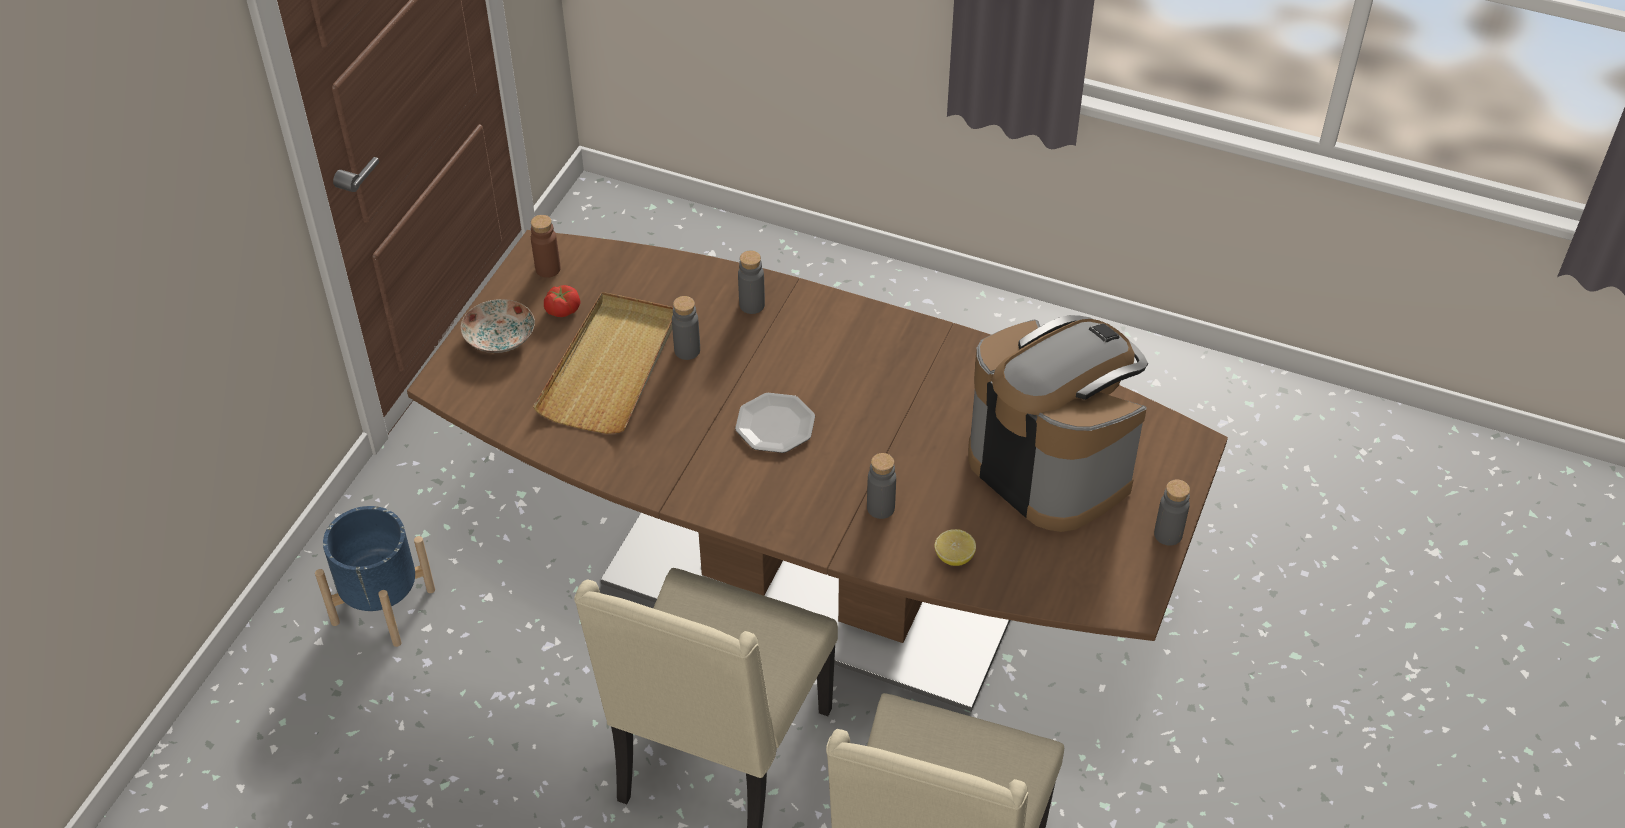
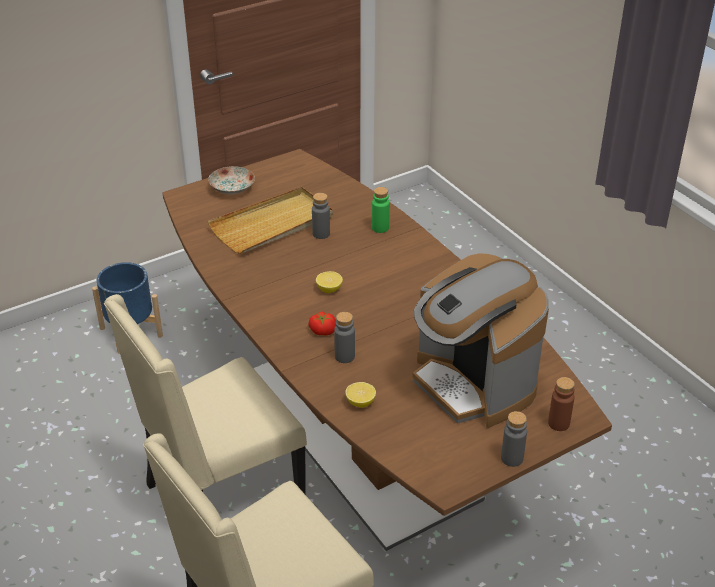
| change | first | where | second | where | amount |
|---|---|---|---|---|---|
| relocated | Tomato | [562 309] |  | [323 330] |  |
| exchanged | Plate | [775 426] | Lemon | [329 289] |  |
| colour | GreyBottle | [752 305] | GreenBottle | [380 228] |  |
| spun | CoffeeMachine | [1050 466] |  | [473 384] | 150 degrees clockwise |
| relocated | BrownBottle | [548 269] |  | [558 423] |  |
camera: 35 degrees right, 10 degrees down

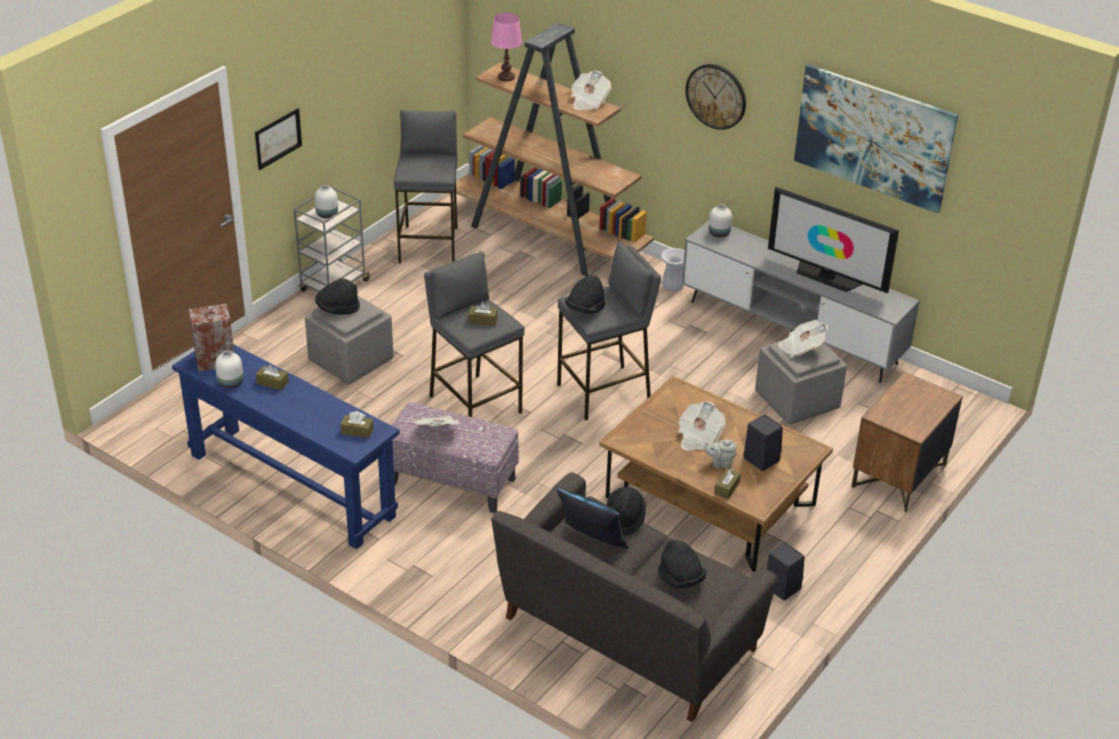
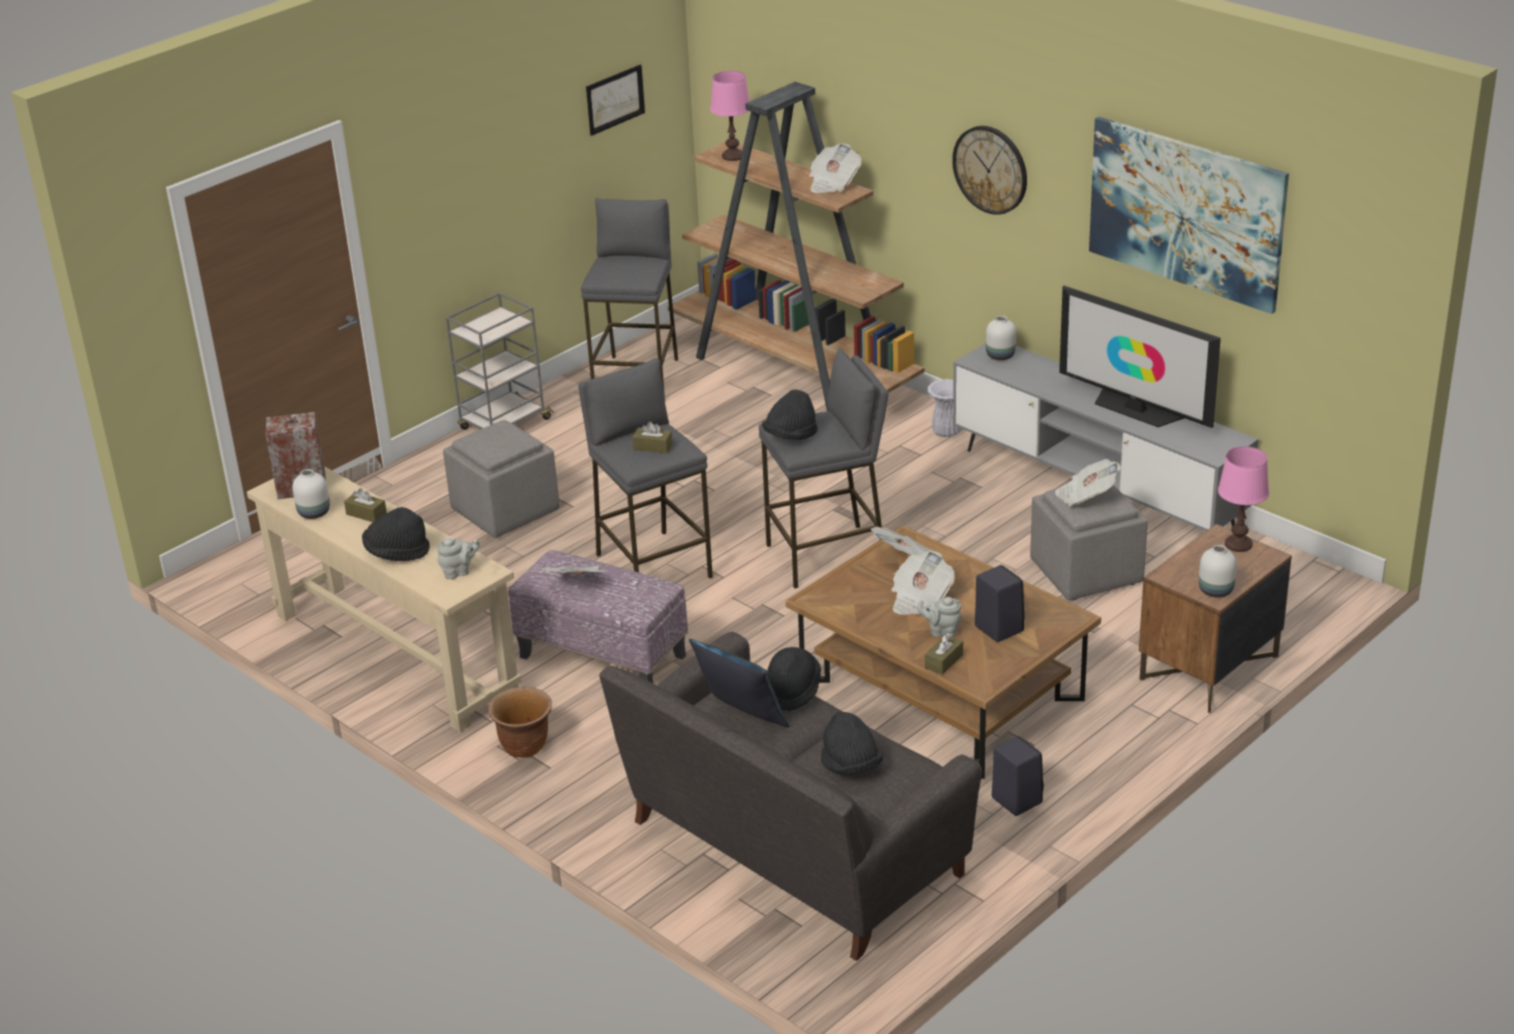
| change | first | where | second | where | amount |
|---|---|---|---|---|---|
| colour | BlueConsoleTable | [292 485] | BeigeConsoleTable | [395 654] |  |
| relocated | BlackHat | [337 309] |  | [397 553] |  |
| exchanged | BrownTissueBox | [357 431] | GreyTeapot | [459 572] |  |
| appeared |  |  | BrownPlanter | [524 746] |  |
| relocated | Picture | [278 138] |  | [615 99] |  |
| appeared |  |  | Newspaper | [903 557] |  |
| relocated | WhiteVase | [327 214] |  | [1217 590] |  |
| appeared |  |  | PinkTableLamp | [1238 544] |  |
camera: 10 degrees right, 5 degrees down

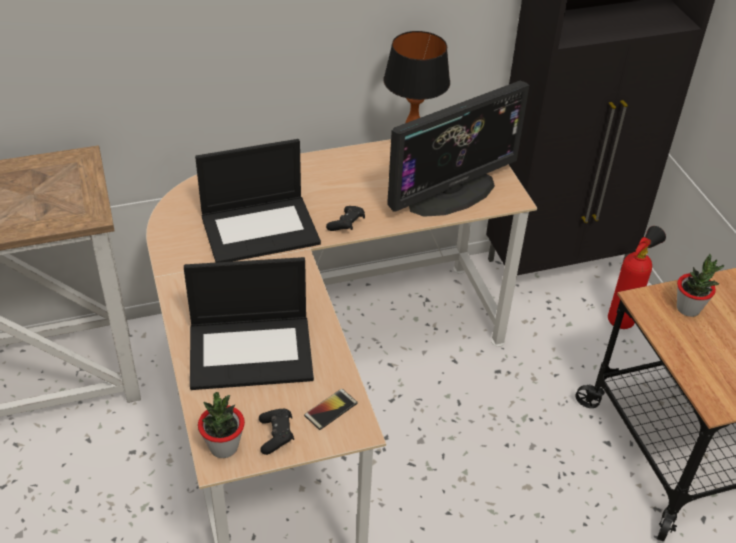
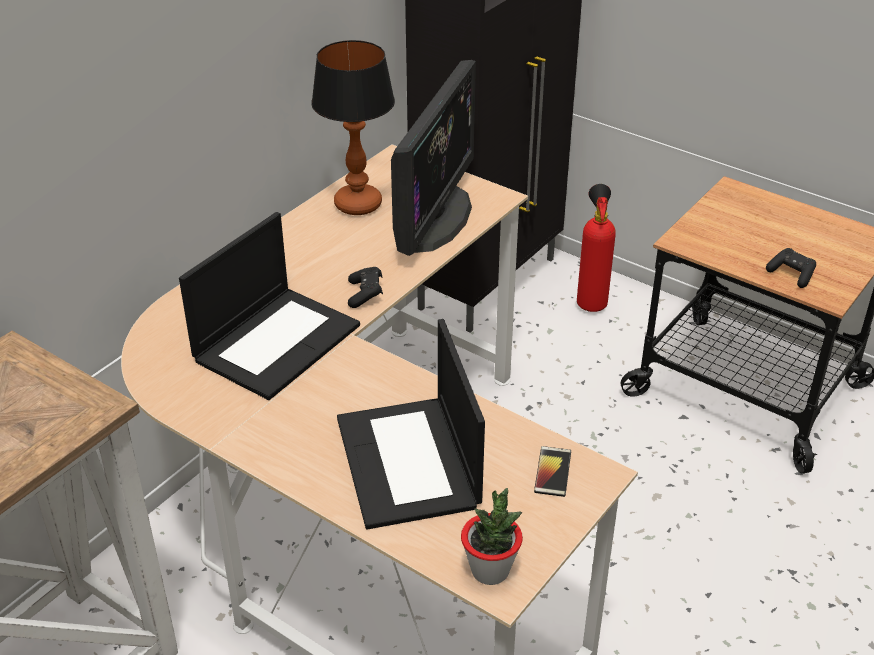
| change | first | where | second | where | amount |
|---|---|---|---|---|---|
| spun | Laptop | [252 351] |  | [409 463] | 120 degrees clockwise |
| relocated | BlackGameController | [276 436] |  | [791 274] |  |
| missing | PottedPlant | [688 308] |  |  |  |
camera: 35 degrees left, 5 degrees down

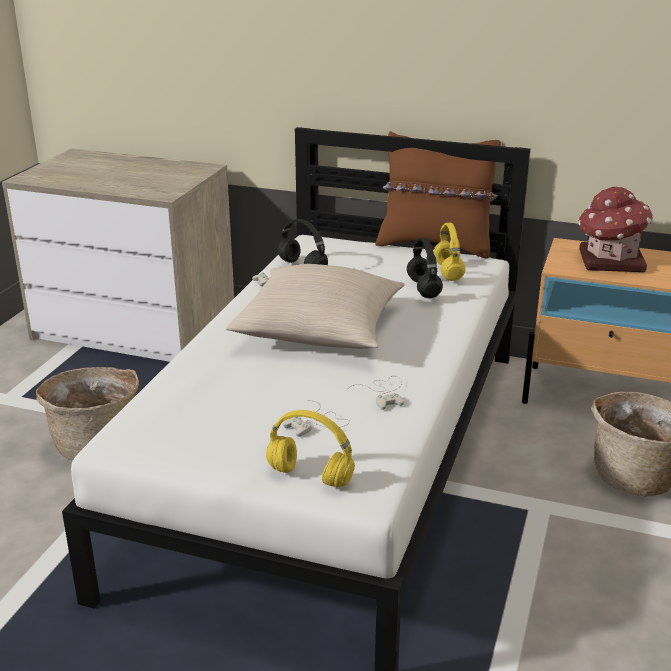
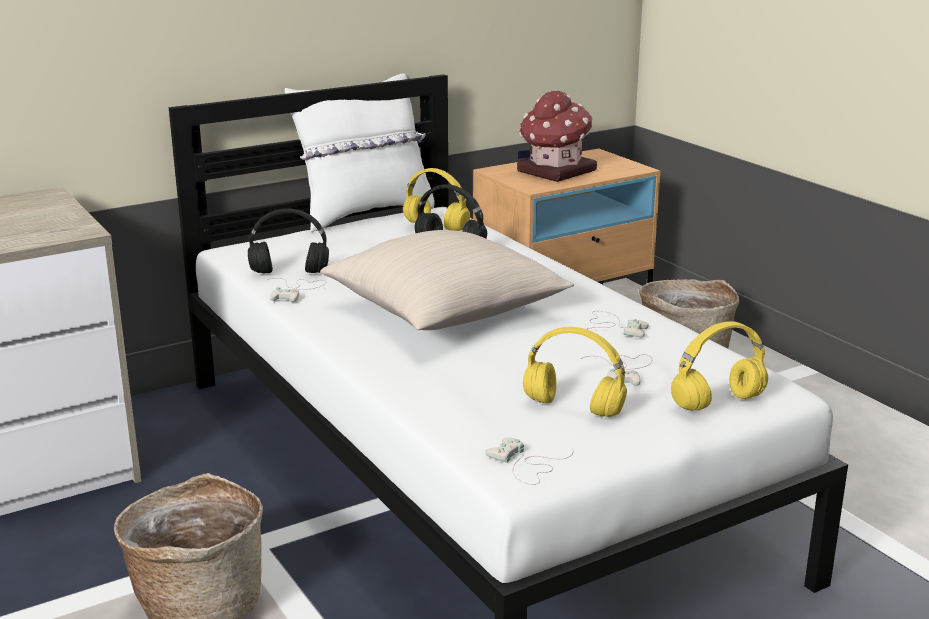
| change | first | where | second | where | amount |
|---|---|---|---|---|---|
| colour | BrownPillow | [435 245] | WhitePillow | [364 214] |  |
| appeared |  |  | WhiteGameController | [526 465] |  |
| appeared |  |  | YellowHeadphones | [571 408] |  |
camera: 50 degrees left, 5 degrees down

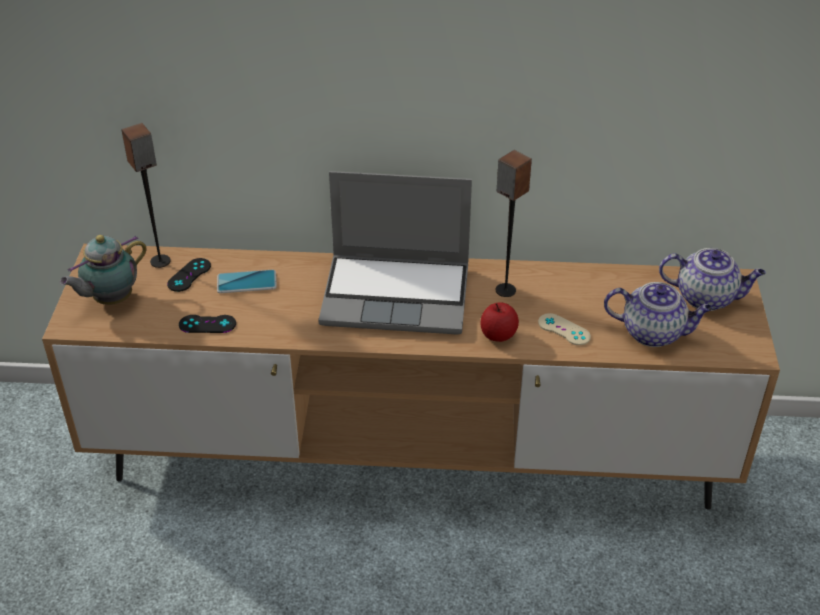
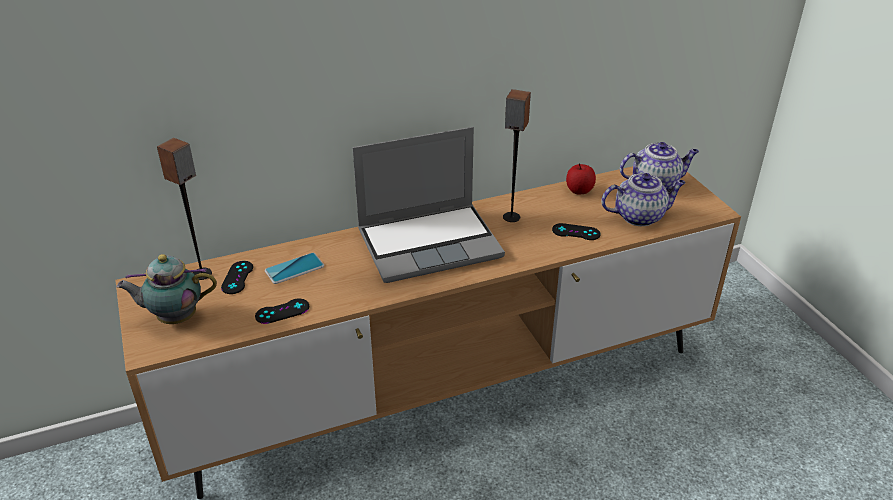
| change | first | where | second | where | amount |
|---|---|---|---|---|---|
| spun | Teapot | [110 300] |  | [175 318] | 60 degrees clockwise |
| colour | BeigeGameController | [564 329] | BlackGameController | [576 232] |  |
| relocated | Apple | [498 335] |  | [579 190] |  |
camera: 25 degrees left, 5 degrees down

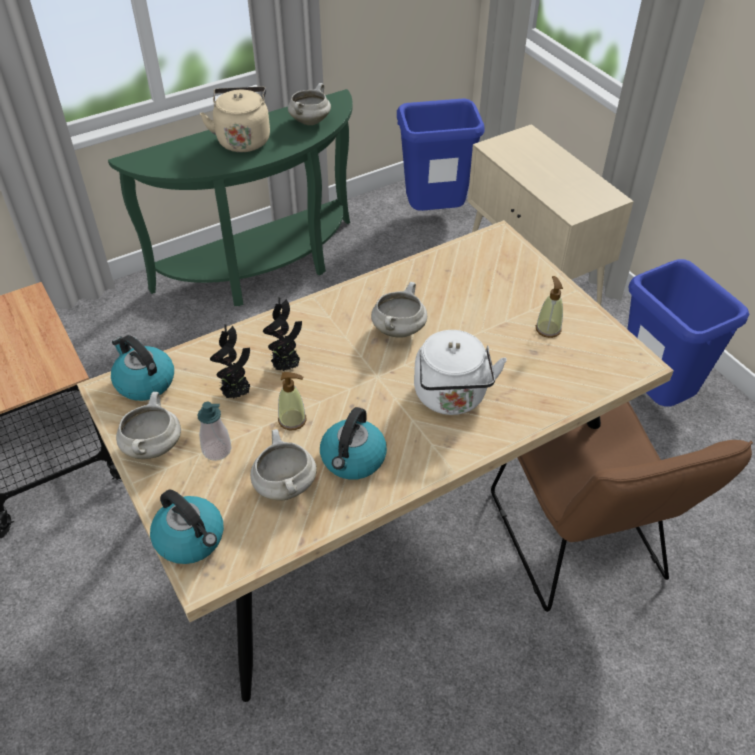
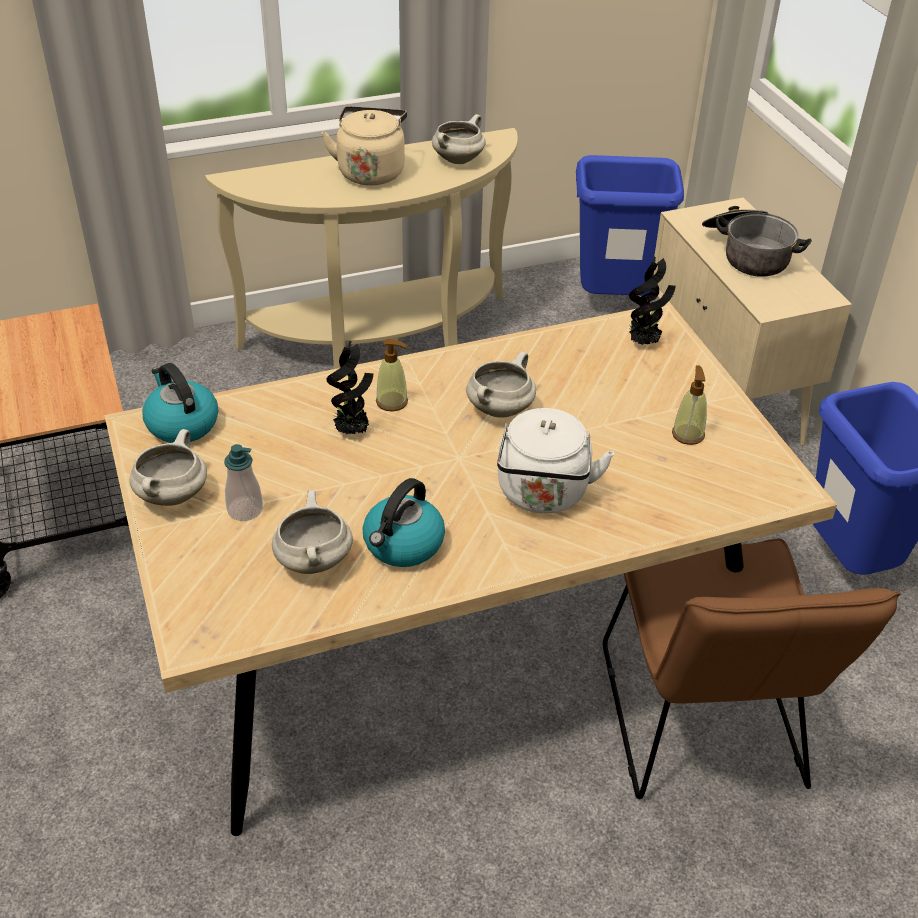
| change | first | where | second | where | amount |
|---|---|---|---|---|---|
| colour | GreenConsoleTable | [264 270] | BeigeConsoleTable | [382 340] |  |
| relocated | SoapDispenser | [292 420] |  | [392 402] |  |
| relocated | PottedPlant | [237 394] |  | [644 343] |  |
| appeared |  |  | CookingPot | [747 253] |  |
| missing | Kettle | [191 539] |  |  |  |
camera: 10 degrees right, 5 degrees down

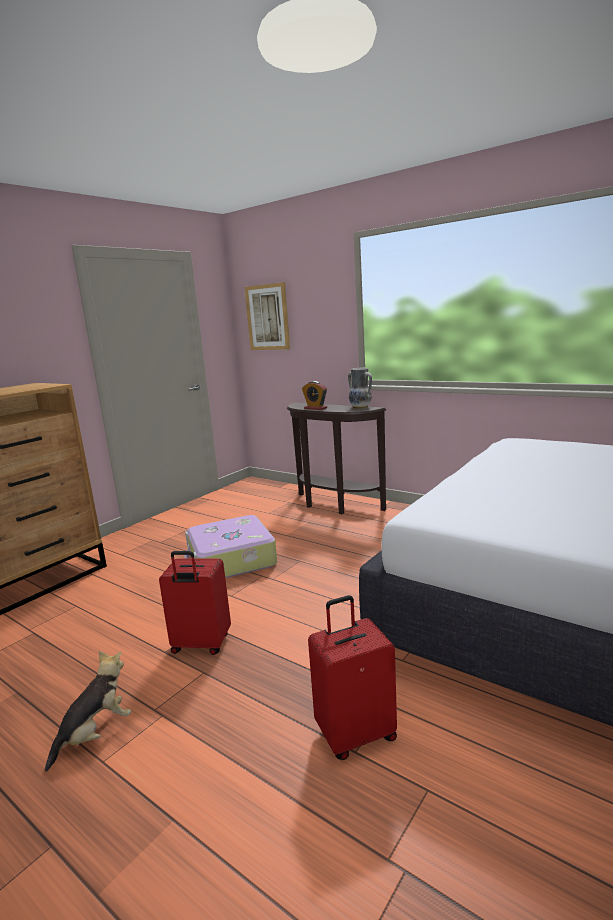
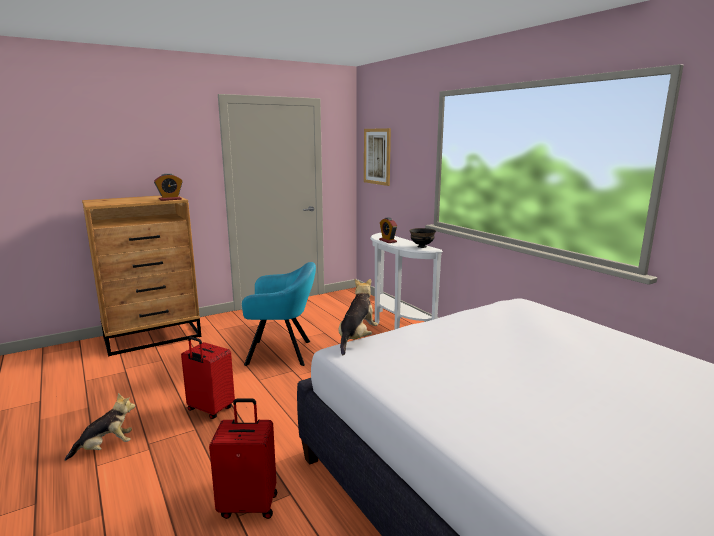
| change | first | where | second | where | amount |
|---|---|---|---|---|---|
| appeared |  |  | AlarmClock | [170 199] |  |
| exchanged | Suitcase | [231 560] | TurquoiseArmchair | [282 352] |  |
| appeared |  |  | PlushToy | [357 339] |  |
| colour | BrownConsoleTable | [333 505] | WhiteConsoleTable | [396 326] |  |
| exchanged | Vase | [360 408] | BlackBowl | [422 246] |  |
camera: 20 degrees right, 0 degrees up

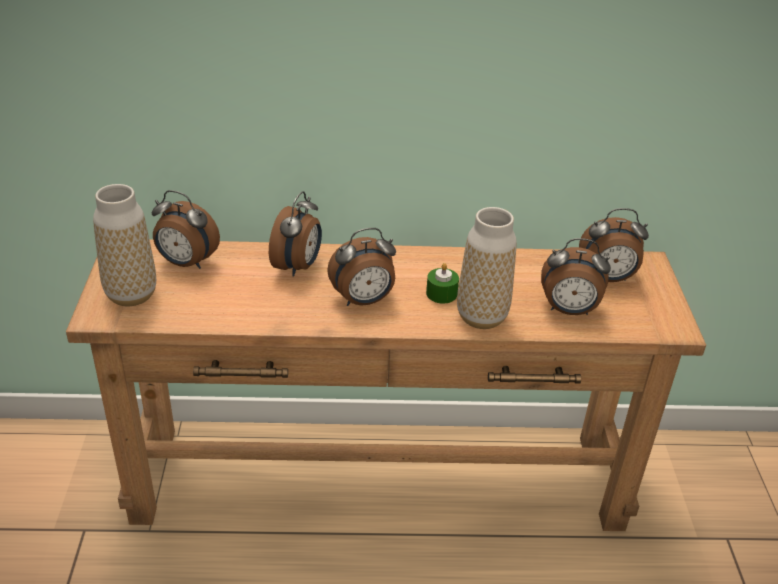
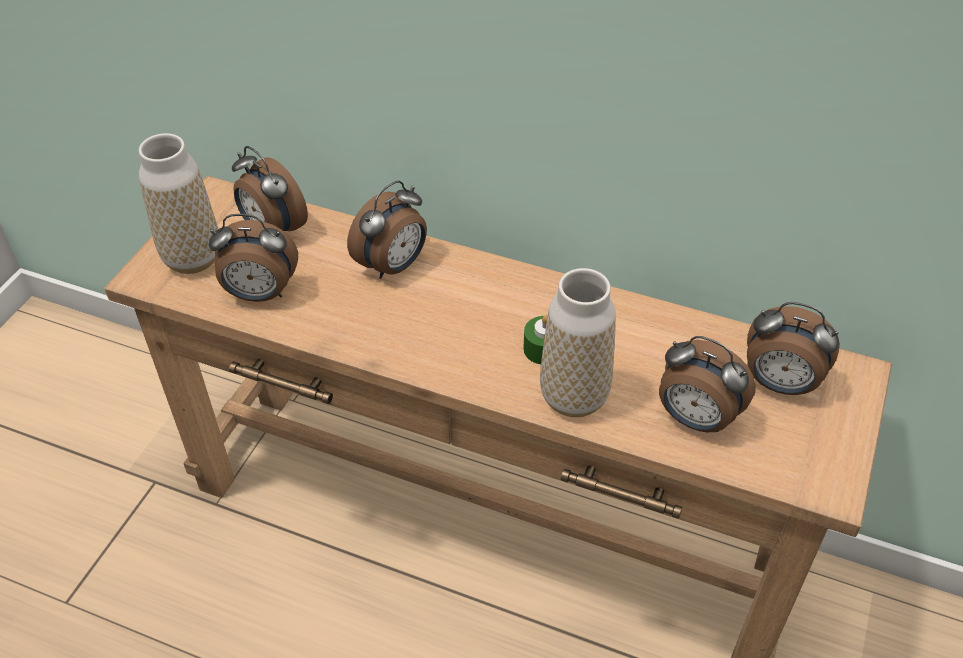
| change | first | where | second | where | amount |
|---|---|---|---|---|---|
| relocated | AlarmClock | [363 301] |  | [260 294] |  |
camera: 25 degrees right, 10 degrees up

